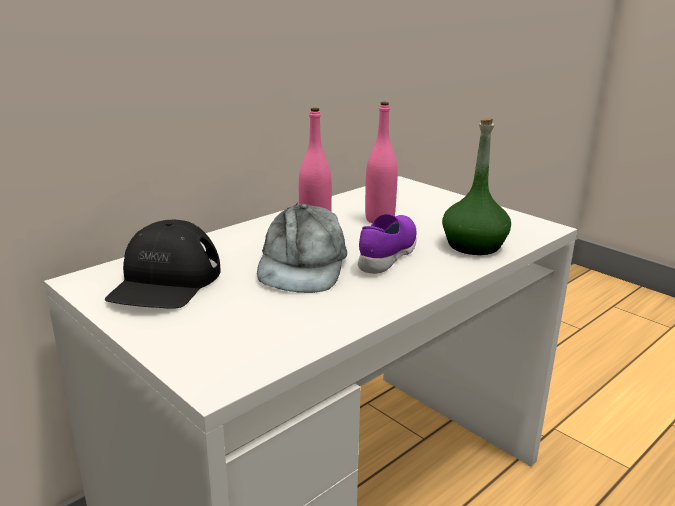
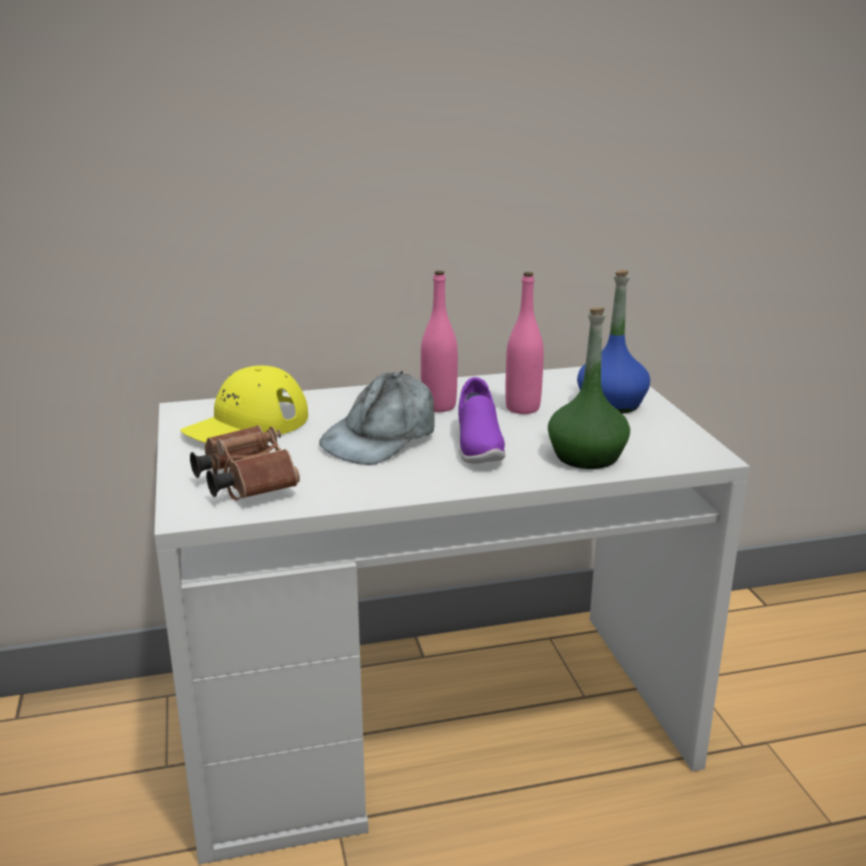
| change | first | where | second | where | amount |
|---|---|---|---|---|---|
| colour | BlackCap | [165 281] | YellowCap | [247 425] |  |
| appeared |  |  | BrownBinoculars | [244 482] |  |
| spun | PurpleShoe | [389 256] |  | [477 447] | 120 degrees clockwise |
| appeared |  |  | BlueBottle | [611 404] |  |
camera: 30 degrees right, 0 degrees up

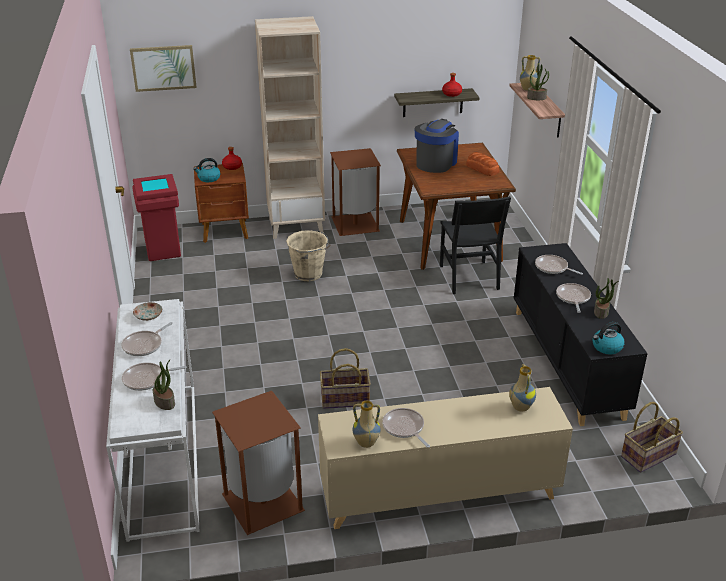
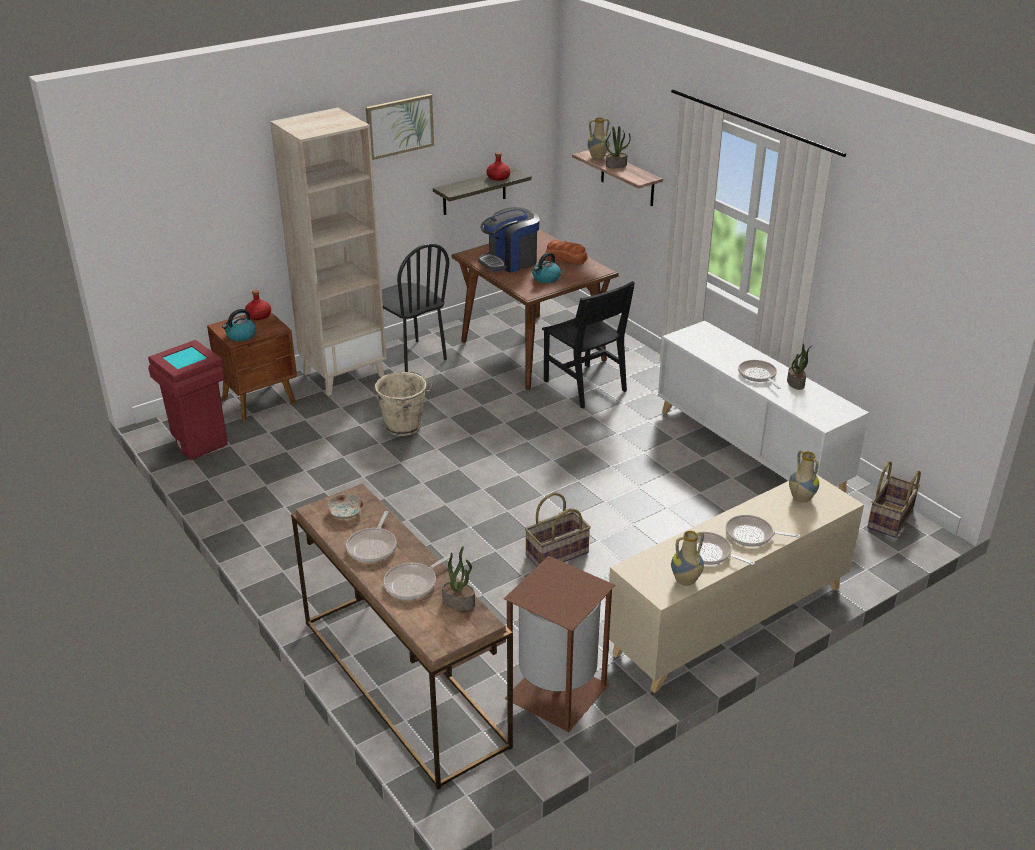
| change | first | where | second | where | amount |
|---|---|---|---|---|---|
| colour | WhiteConsoleTable | [162 456] | BrownConsoleTable | [400 682] |  |
| relocated | Picture | [163 67] |  | [399 126] |  |
| exchanged | BrownTrashCan | [354 224] | BlackChair | [412 357] |  |
| spun | CoffeeMachine | [436 163] |  | [510 261] | 120 degrees counterclockwise |
| relocated | Kettle | [606 347] |  | [546 278] |  |
| colour | BlackCabinet | [567 362] | WhiteCabinet | [750 449] |  |
| relocated | FryingPan | [553 268] |  | [752 535] |  |
camera: 25 degrees left, 0 degrees up

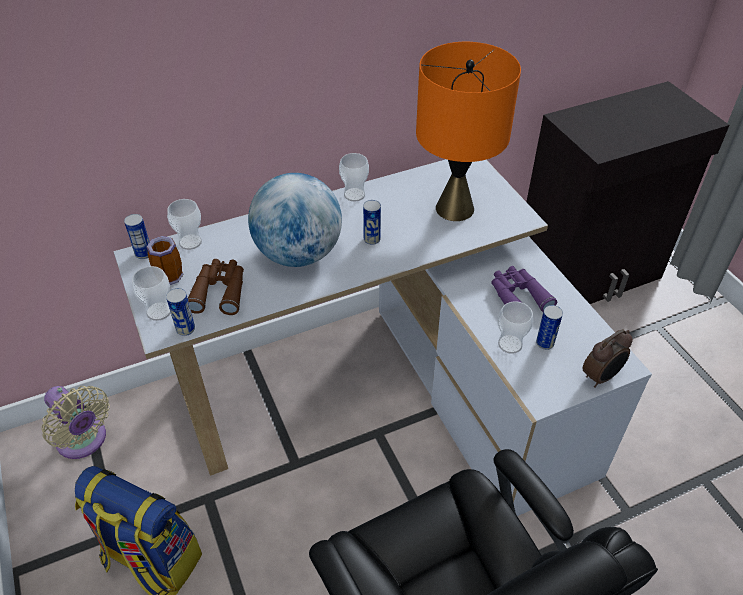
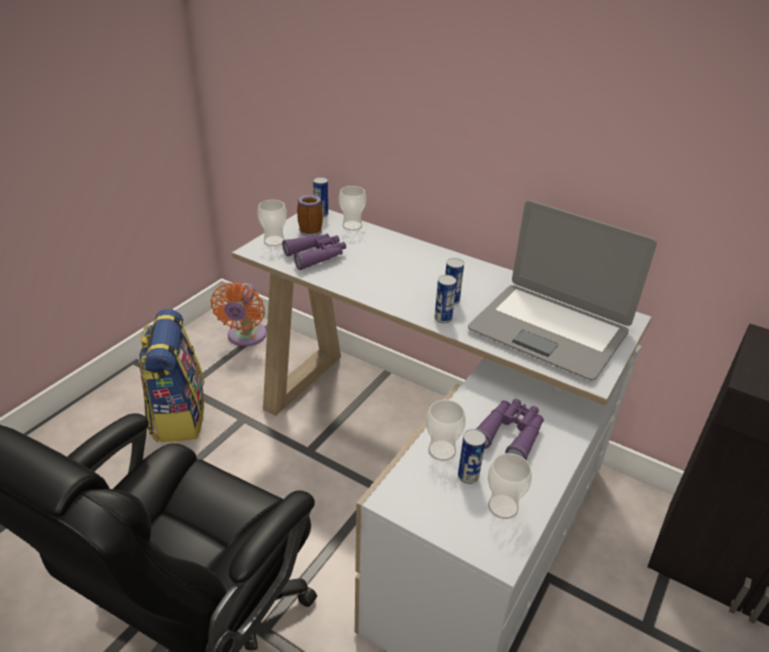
| change | first | where | second | where | amount |
|---|---|---|---|---|---|
| colour | BeigeFan | [84 441] | OrangeFan | [245 337] |  |
| colour | BrownBinoculars | [220 291] | PurpleBinoculars | [317 256] |  |
| relocated | Can | [185 329] |  | [443 318] |  |
| exchanged | OrangeTableLamp | [454 208] | Laptop | [549 330] |  |
| relocated | Cup | [354 194] |  | [503 507] |  |
| missing | Globe | [298 254] |  |  |  |
| missing | AlarmClock | [601 377] |  |  |  |
camera: 55 degrees right, 10 degrees down

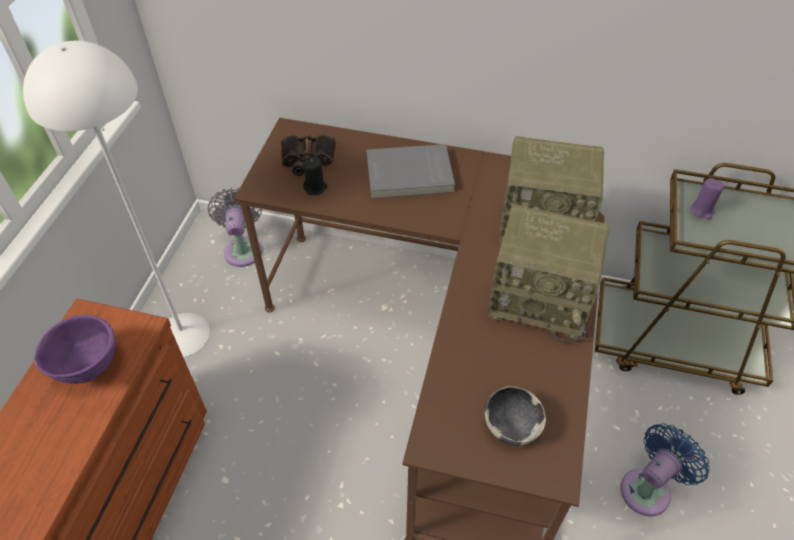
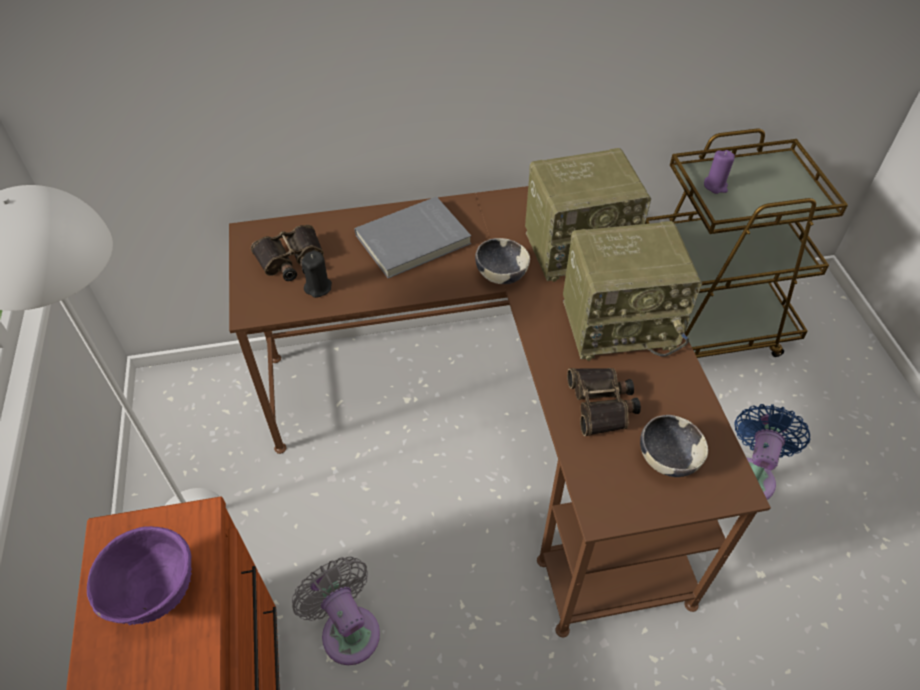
| change | first | where | second | where | amount |
|---|---|---|---|---|---|
| relocated | GreyFan | [243 248] |  | [348 629] |  |
| appeared |  |  | Bowl | [501 275] |  |
| appeared |  |  | Binoculars | [602 404] |  |
camera: 25 degrees left, 0 degrees up

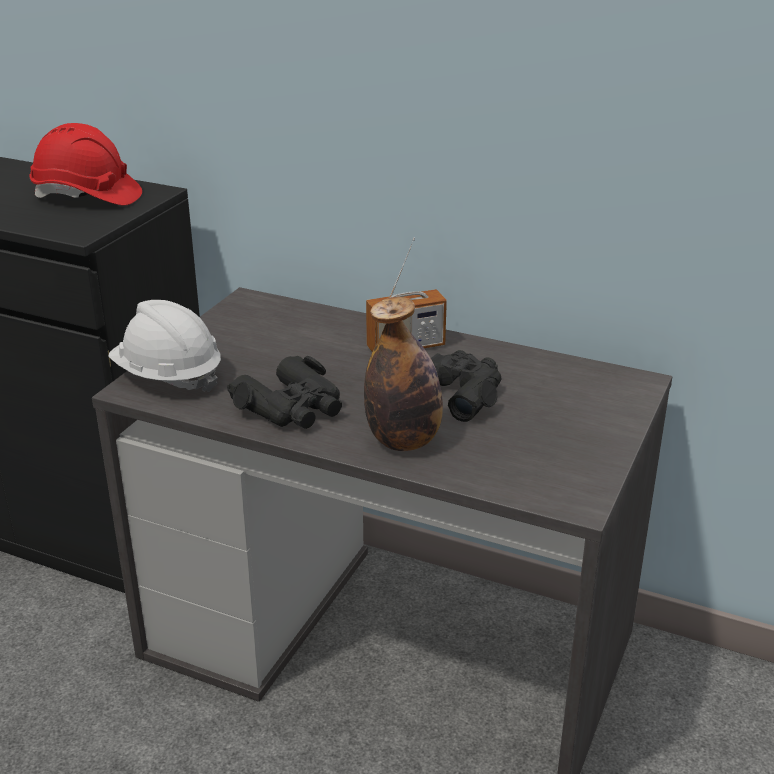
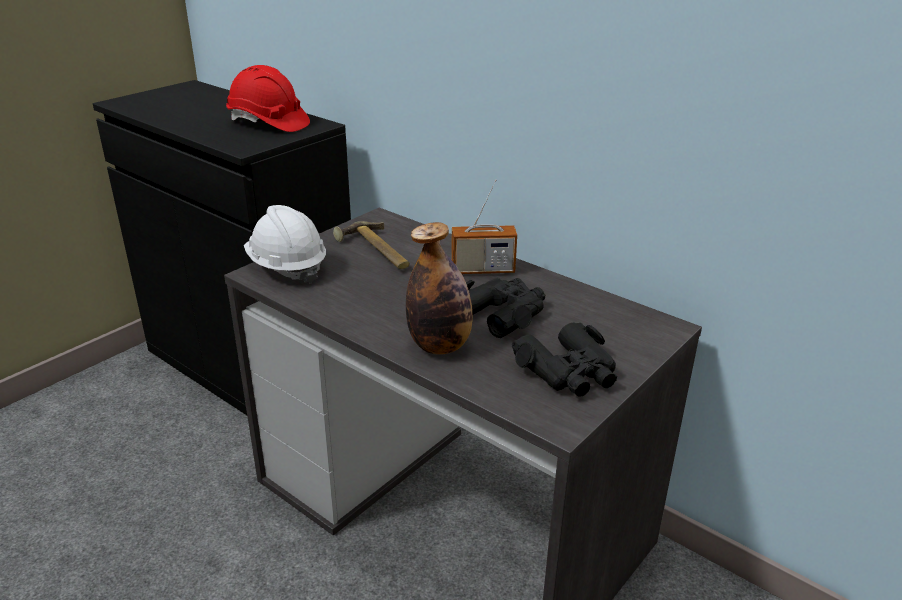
| change | first | where | second | where | amount |
|---|---|---|---|---|---|
| appeared |  |  | Hammer | [375 251] |  |
| relocated | BlackBinoculars | [292 407] |  | [568 372] |  |
camera: 15 degrees right, 0 degrees up

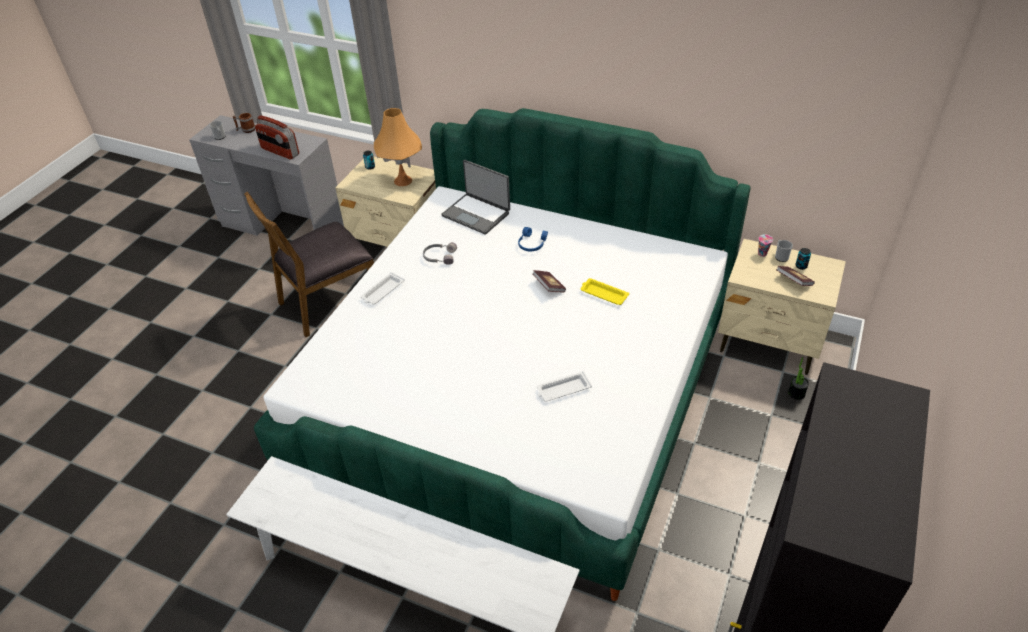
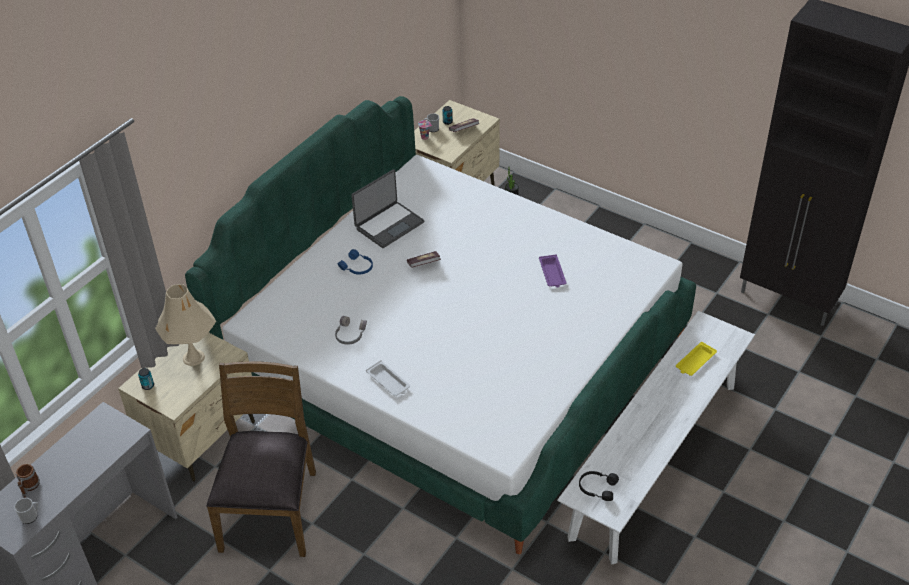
| change | first | where | second | where | amount |
|---|---|---|---|---|---|
| colour | OrangeTableLamp | [403 180] | BeigeTableLamp | [193 357] |  |
| spun | BrownChair | [329 302] |  | [271 510] | 150 degrees counterclockwise |
| relocated | Laptop | [477 214] |  | [389 225] |  |
| colour | WhiteTray | [563 389] | PurpleTray | [552 274] |  |
| appeared |  |  | BlackHeadphones | [597 488] |  |
| relocated | YellowTray | [603 294] |  | [695 362] |  |
| missing | Radio | [280 151] |  |  |  |
camera: 80 degrees left, 0 degrees up

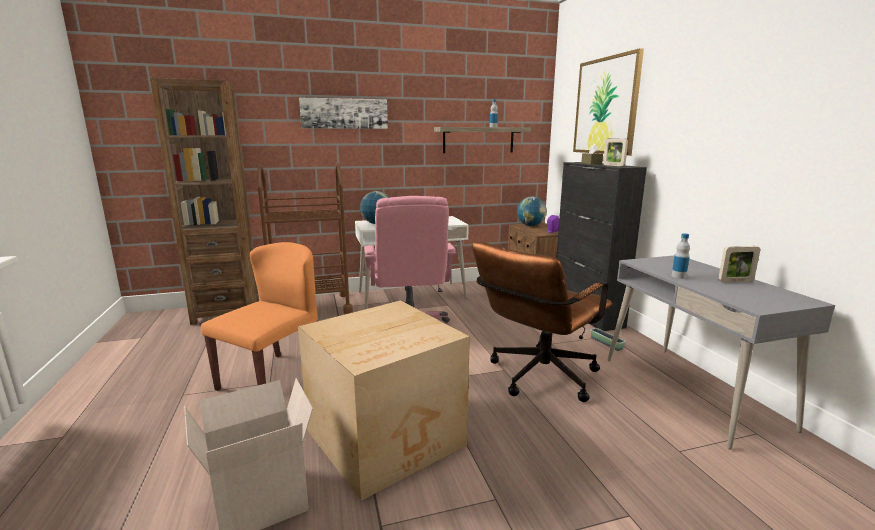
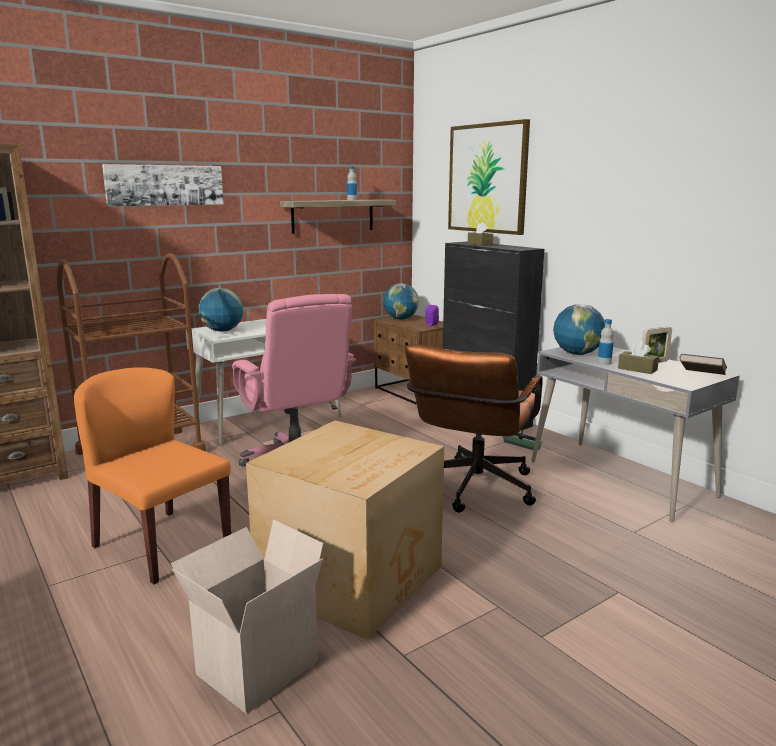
| change | first | where | second | where | amount |
|---|---|---|---|---|---|
| spun | OrangeChair | [273 378] |  | [161 544] | 60 degrees counterclockwise |
| appeared |  |  | Globe | [577 354] |  |
| appeared |  |  | BrownTissueBox | [637 369] |  |
| appeared |  |  | BrownBook | [701 377] |  |
| missing | PictureFrame | [613 165] |  |  |  |
camera: 20 degrees left, 0 degrees up

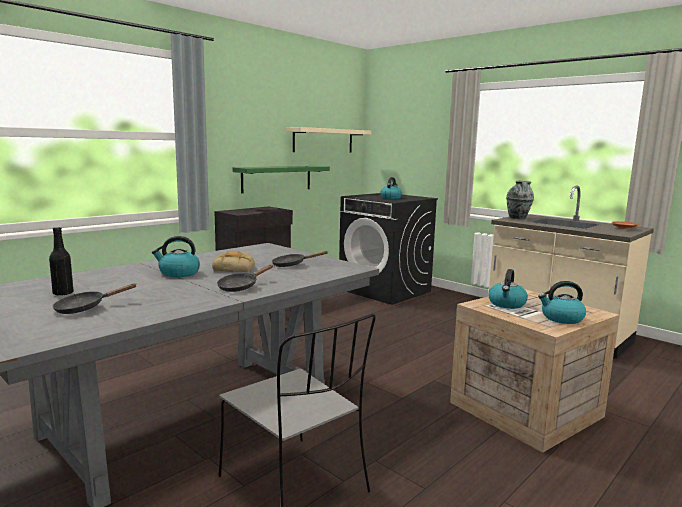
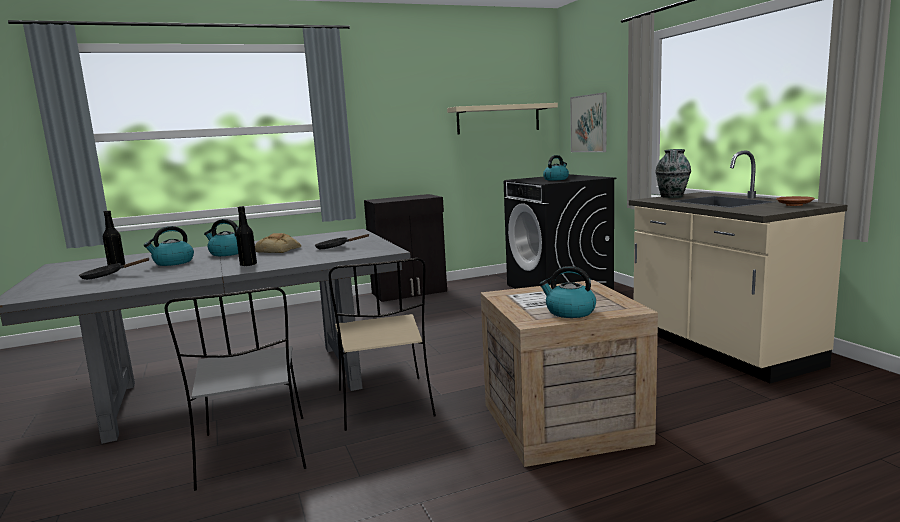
| change | first | where | second | where | amount |
|---|---|---|---|---|---|
| relocated | Kettle | [507 304] |  | [173 262] |  |
| exchanged | BlackFryingPan | [241 287] | BlackBottle | [248 265] |  |
| appeared |  |  | BeigeChair | [385 404] |  |
| appeared |  |  | Picture | [589 123] |  |
| missing | GreenShelf | [277 178] |  |  |  |
camera: 25 degrees right, 0 degrees up

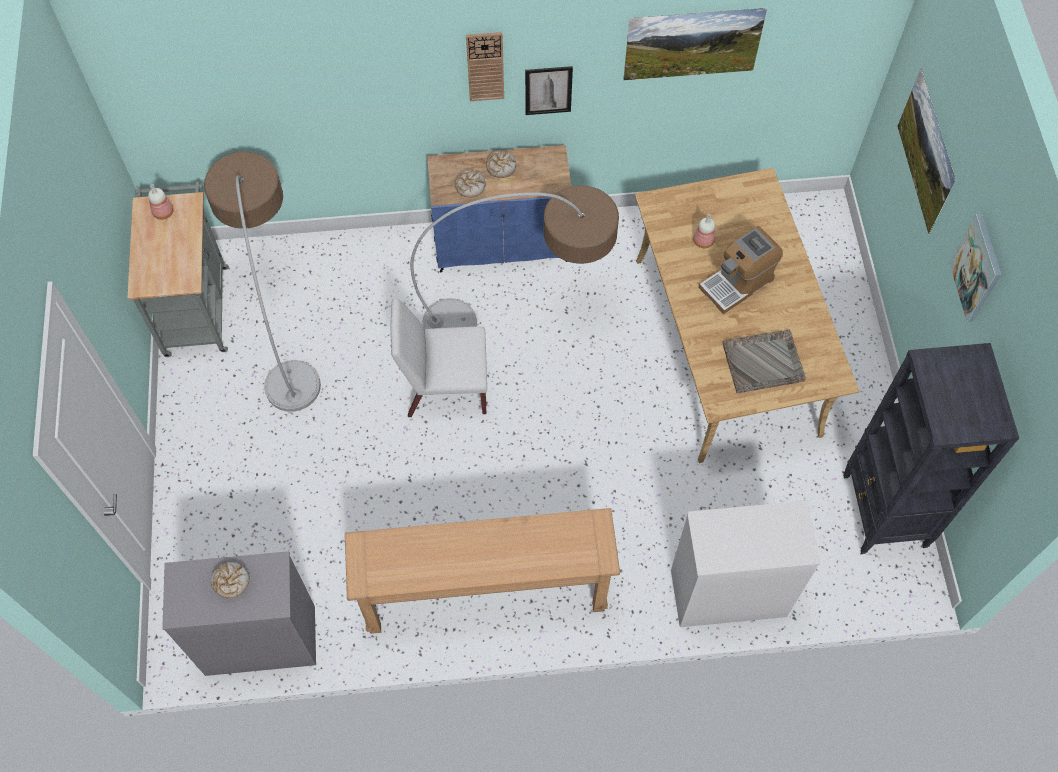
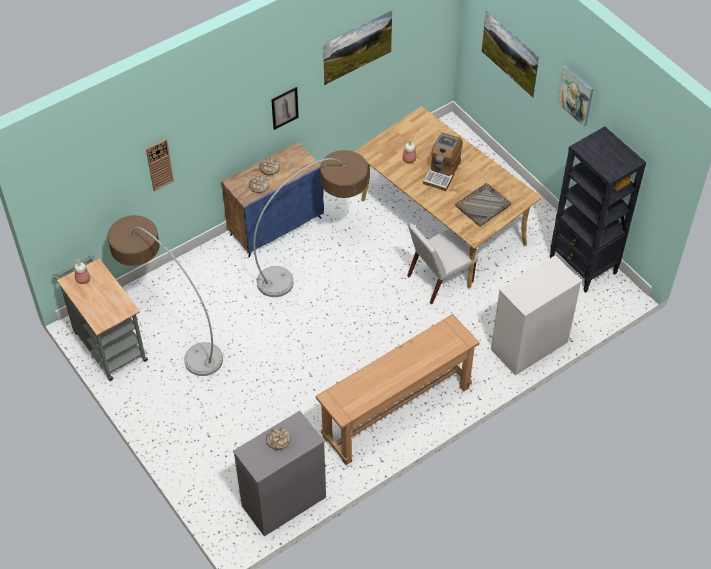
| change | first | where | second | where | amount |
|---|---|---|---|---|---|
| relocated | WallClock | [485 66] |  | [159 164] |  |
| relocated | WhiteChair | [445 387] |  | [439 279] |  |
camera: 30 degrees left, 10 degrees down

